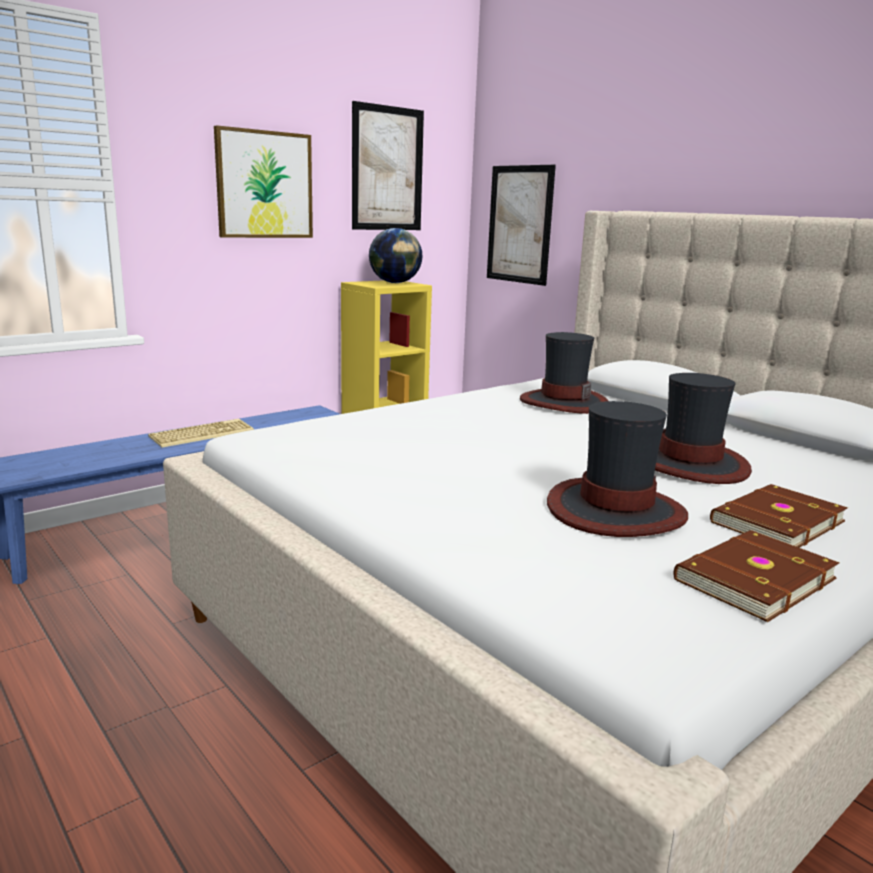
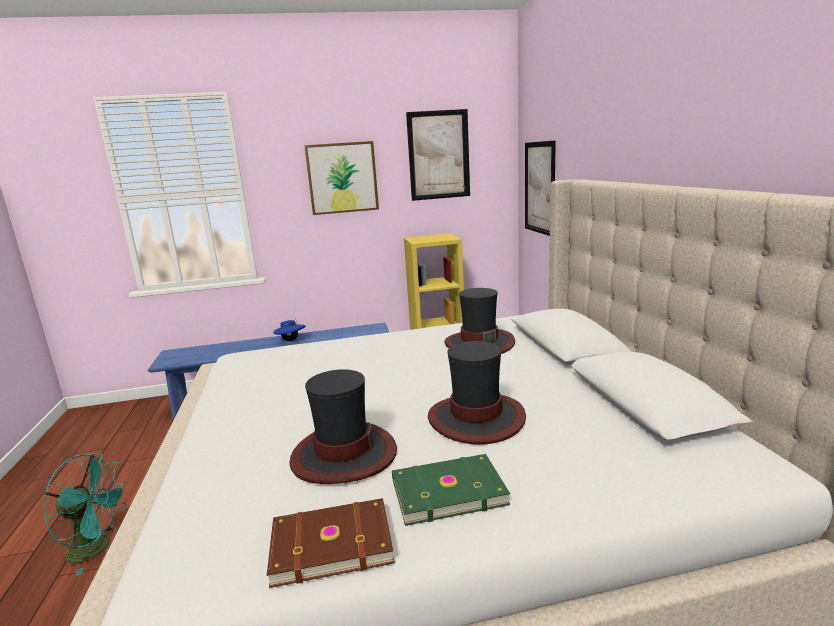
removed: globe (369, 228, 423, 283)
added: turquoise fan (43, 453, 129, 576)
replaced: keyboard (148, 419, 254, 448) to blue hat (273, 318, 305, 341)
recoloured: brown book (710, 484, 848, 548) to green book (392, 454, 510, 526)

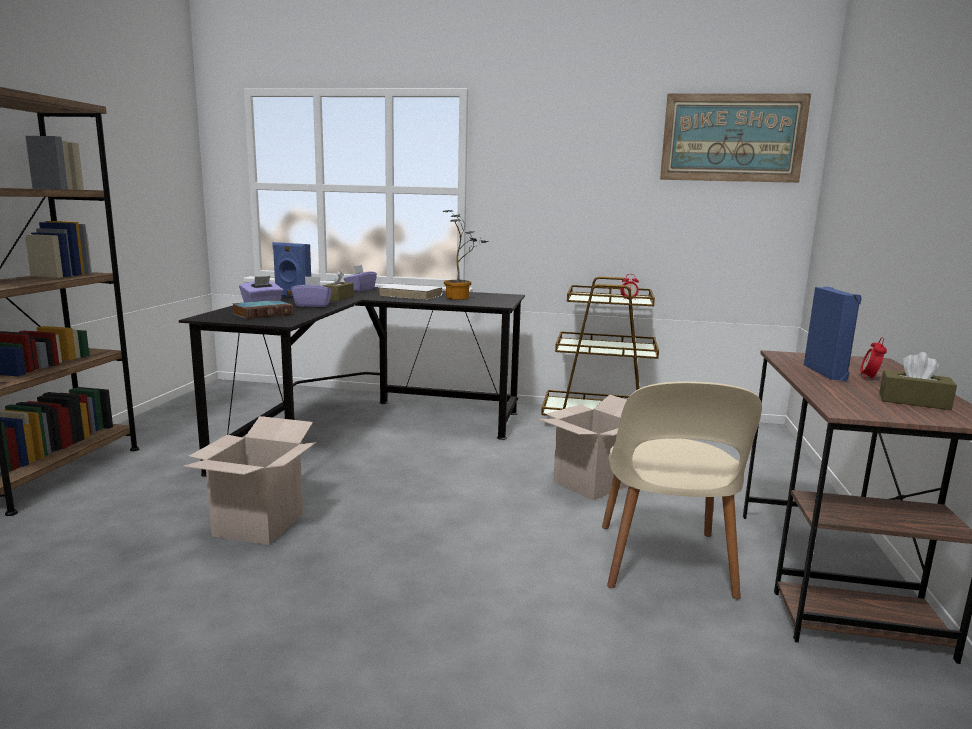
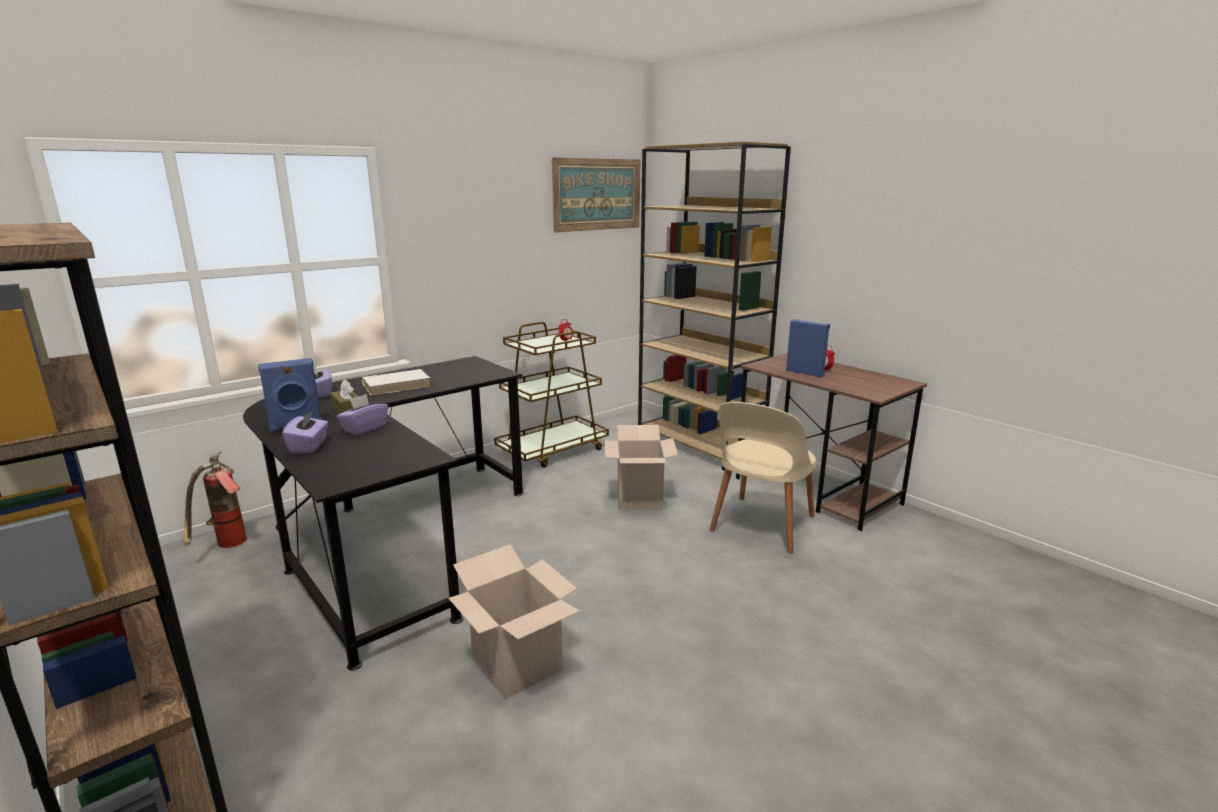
removed: book (233, 300, 293, 319); potted plant (443, 210, 489, 300); brown tissue box (879, 352, 957, 410)
added: fire extinguisher (183, 452, 247, 548); brown bookcase (638, 142, 791, 471)
turned: beige chair (602, 381, 762, 599) = (709, 402, 816, 554) 75 degrees clockwise

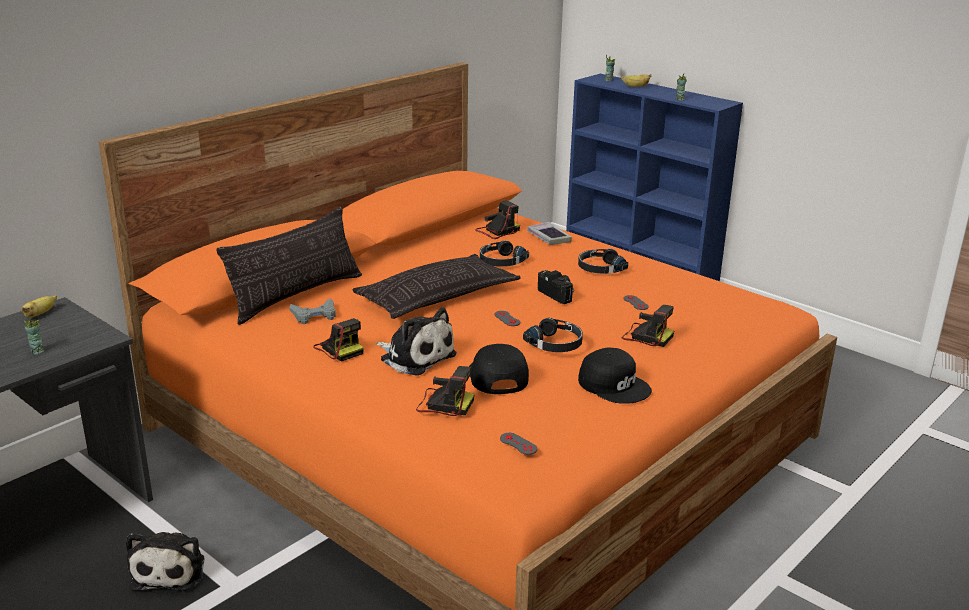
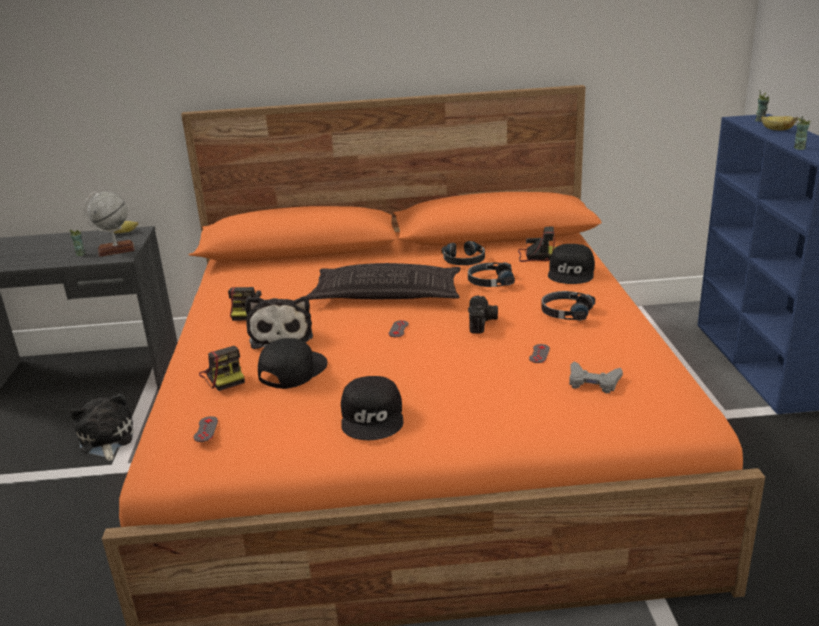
removed: pillow (217, 207, 362, 325); photo camera (622, 305, 674, 347)
added: globe (84, 191, 135, 257)
moved: grey game controller (289, 298, 336, 324) to (569, 361, 623, 393); black headphones (523, 318, 583, 352) to (442, 241, 485, 265)
replaced: book (527, 222, 572, 245) to black cap (548, 244, 595, 284)
turned: plush toy (126, 532, 204, 591) = (70, 394, 134, 461) 120 degrees clockwise

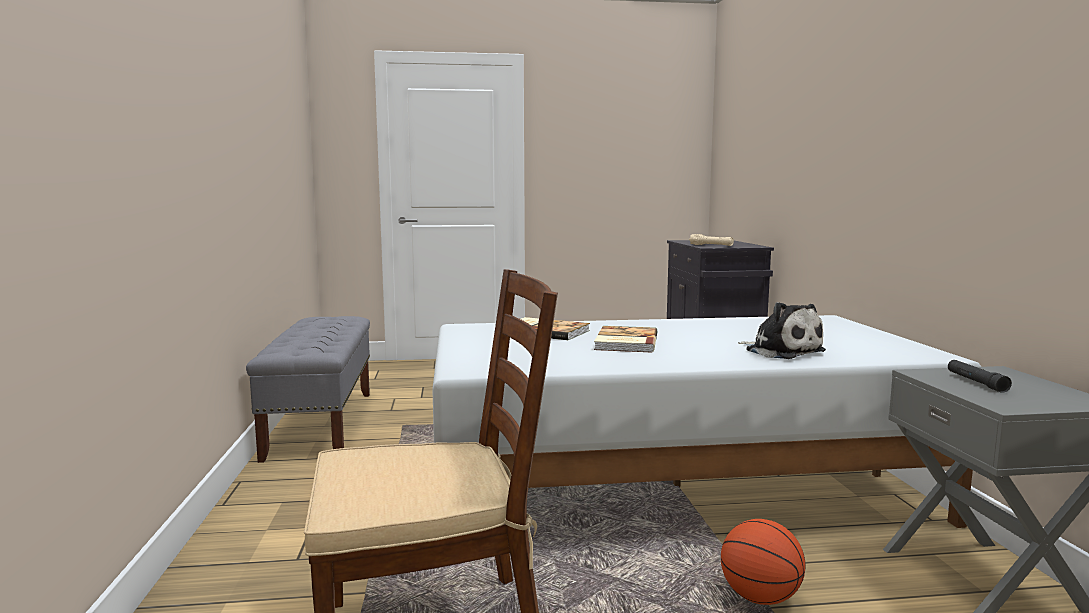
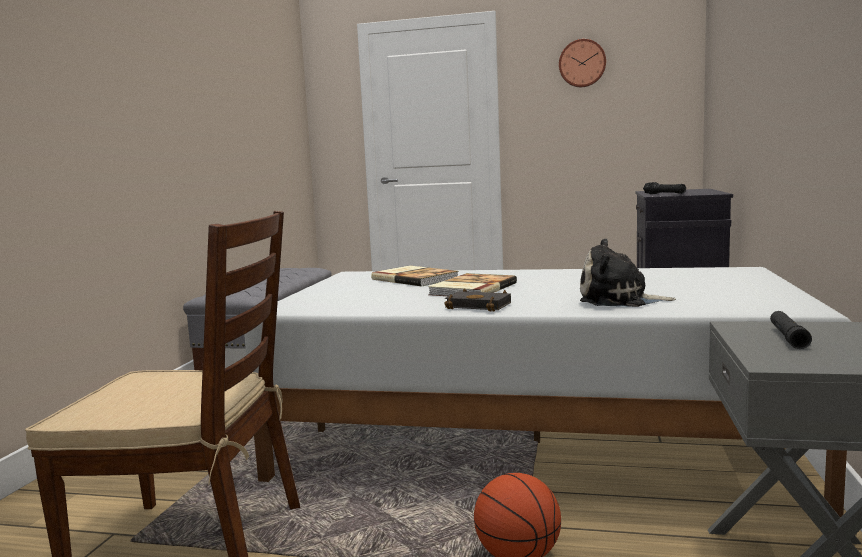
added: black book (445, 288, 511, 312); wall clock (559, 39, 606, 87)
recoloured: beige flashlight (689, 234, 734, 246) to black flashlight (643, 182, 686, 194)
turned: plush toy (738, 302, 826, 359) = (580, 238, 676, 307) 120 degrees clockwise

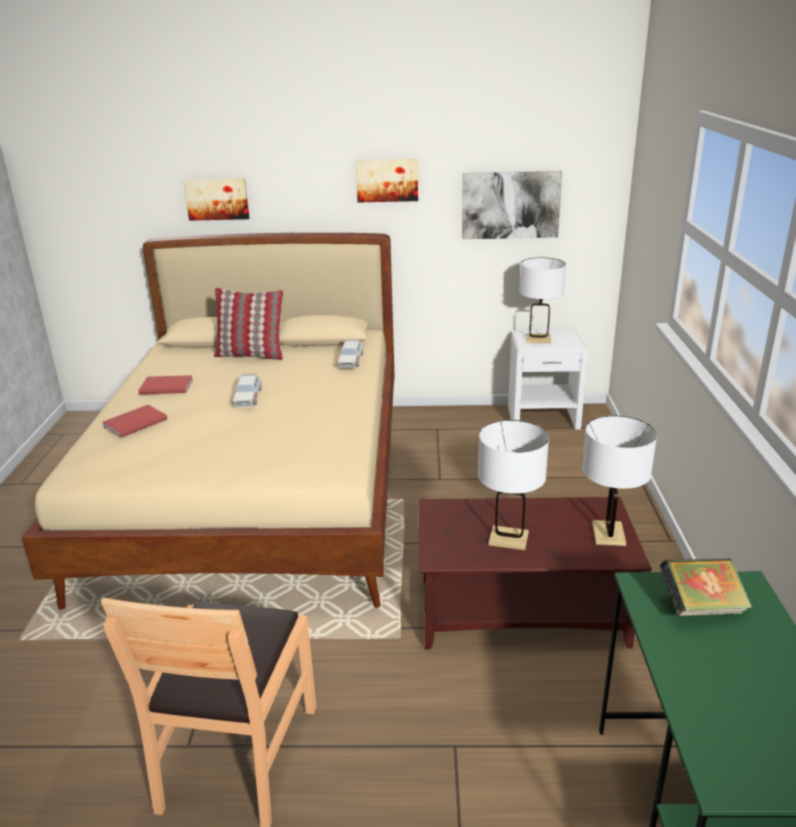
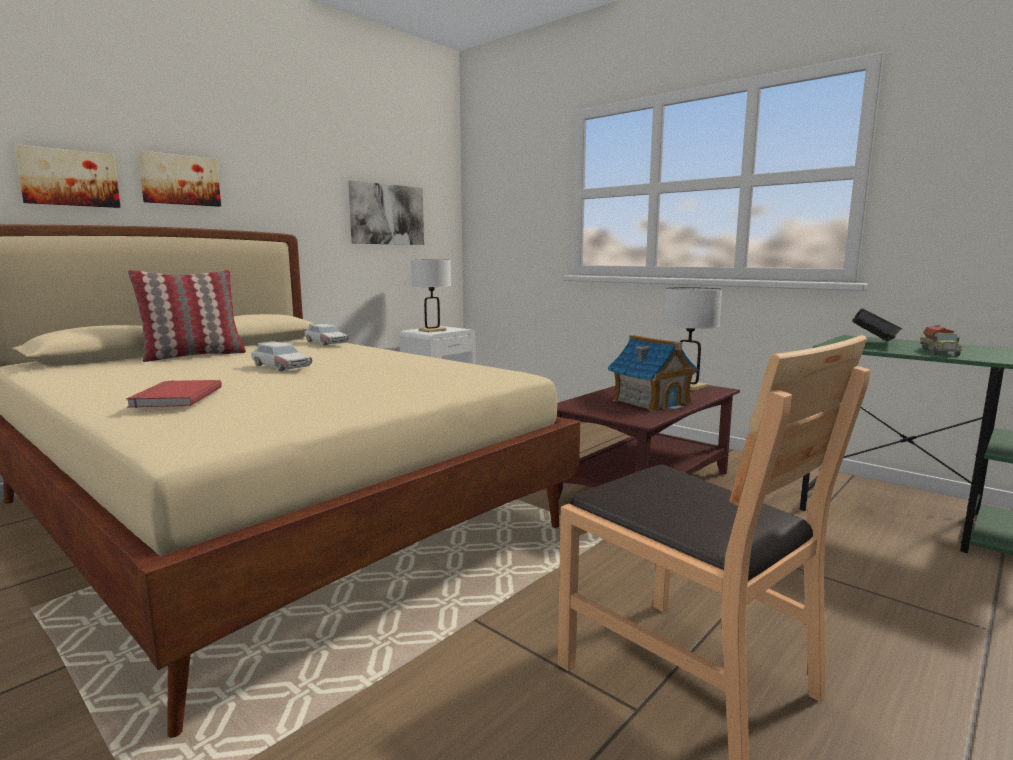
removed: red book (139, 375, 193, 394)
added: toy truck (920, 325, 962, 356)
moved: picture (356, 159, 418, 202) to (138, 150, 221, 207)
replaced: white table lamp (478, 420, 549, 550) to toy house (608, 335, 699, 412)

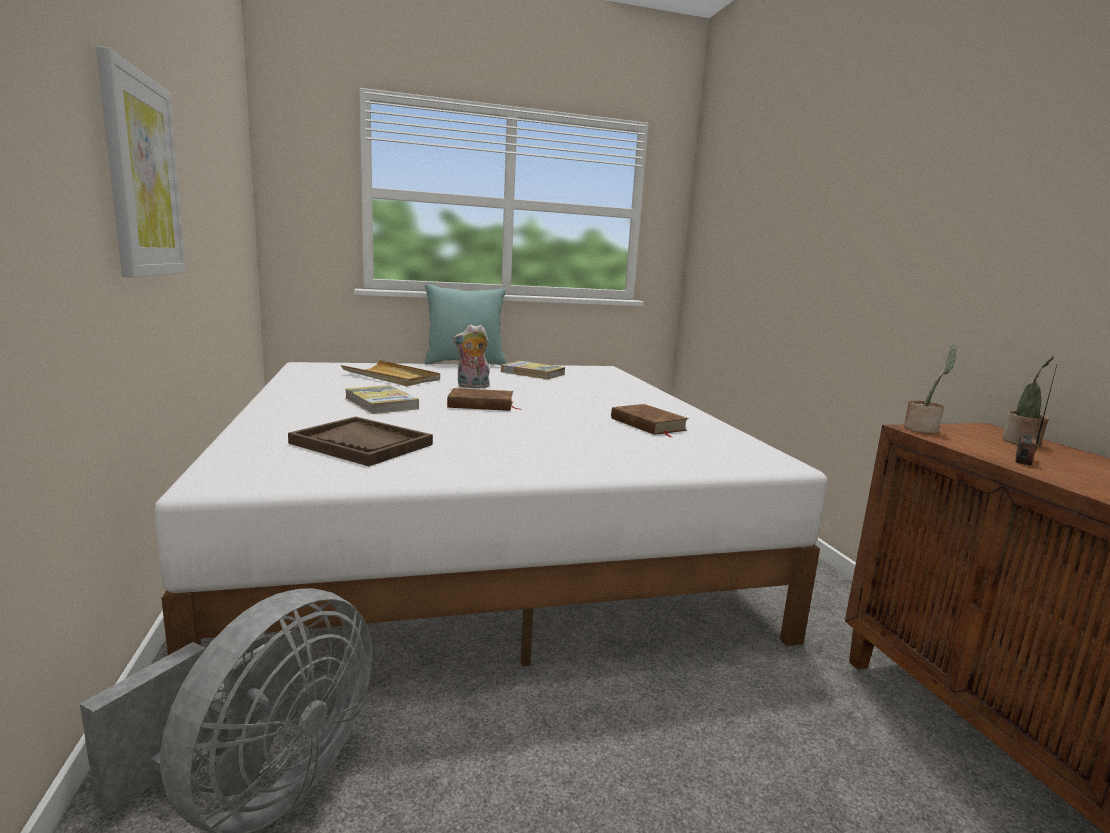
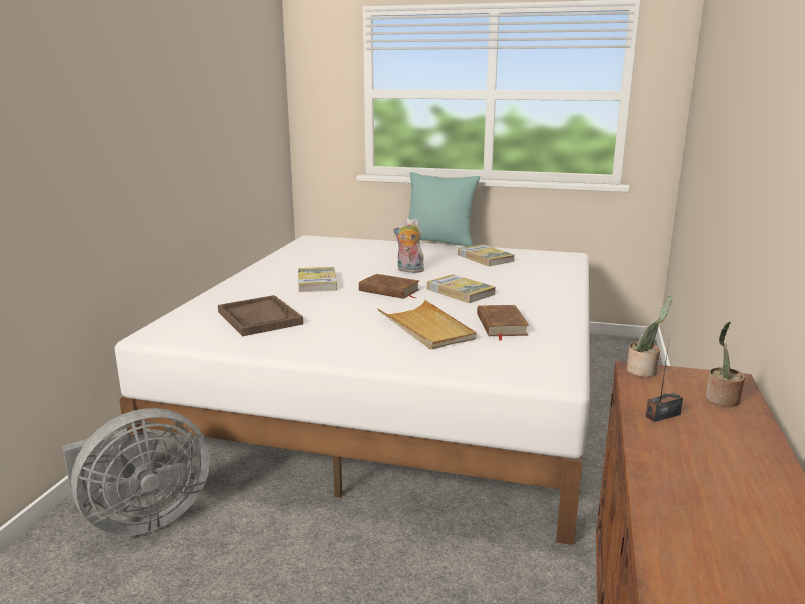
removed: picture (96, 46, 186, 277)
added: book (427, 274, 496, 303)
moved: beige tray (341, 360, 440, 386) to (377, 300, 477, 350)

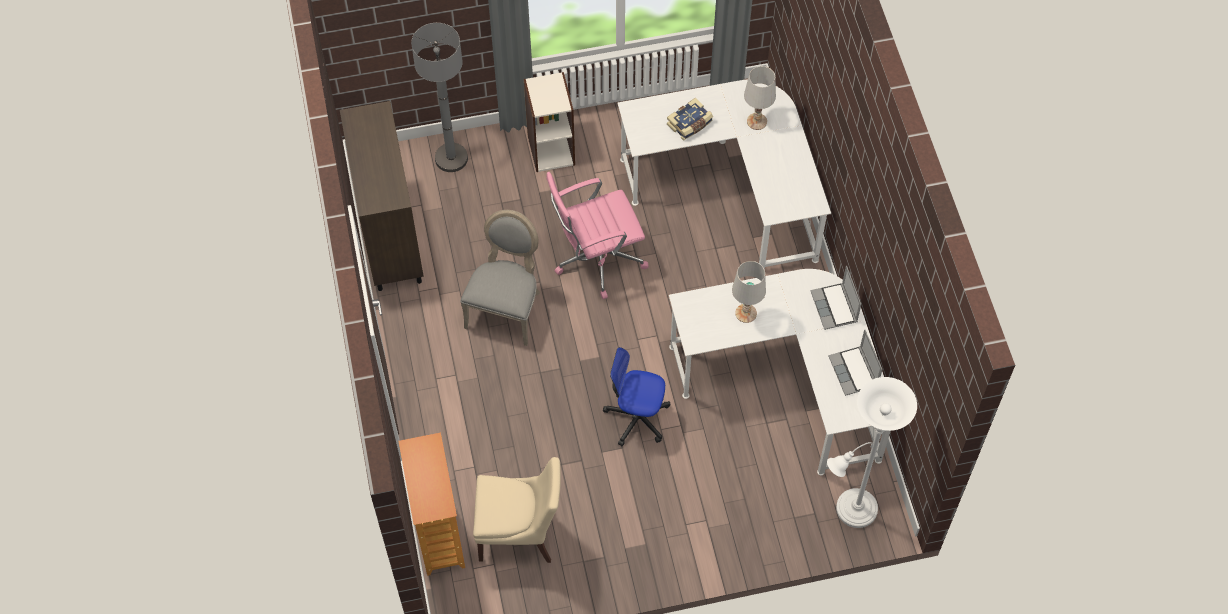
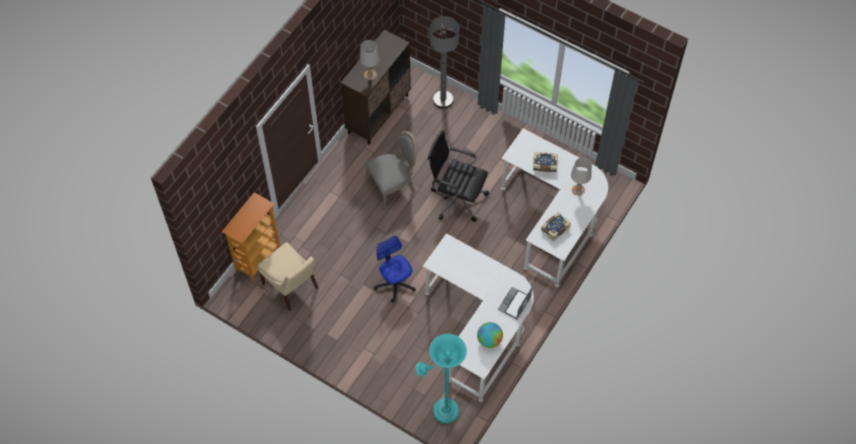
removed: bookcase (524, 72, 575, 172)
added: book (541, 212, 571, 241)
moved: white table lamp (732, 261, 766, 323) to (359, 40, 379, 80)
replaced: laptop (828, 330, 883, 396) to globe (477, 322, 503, 348)
recoloured: pink office chair (546, 172, 649, 299) to black office chair (428, 130, 489, 222); white floor lamp (827, 377, 917, 528) to turquoise floor lamp (416, 334, 467, 424)

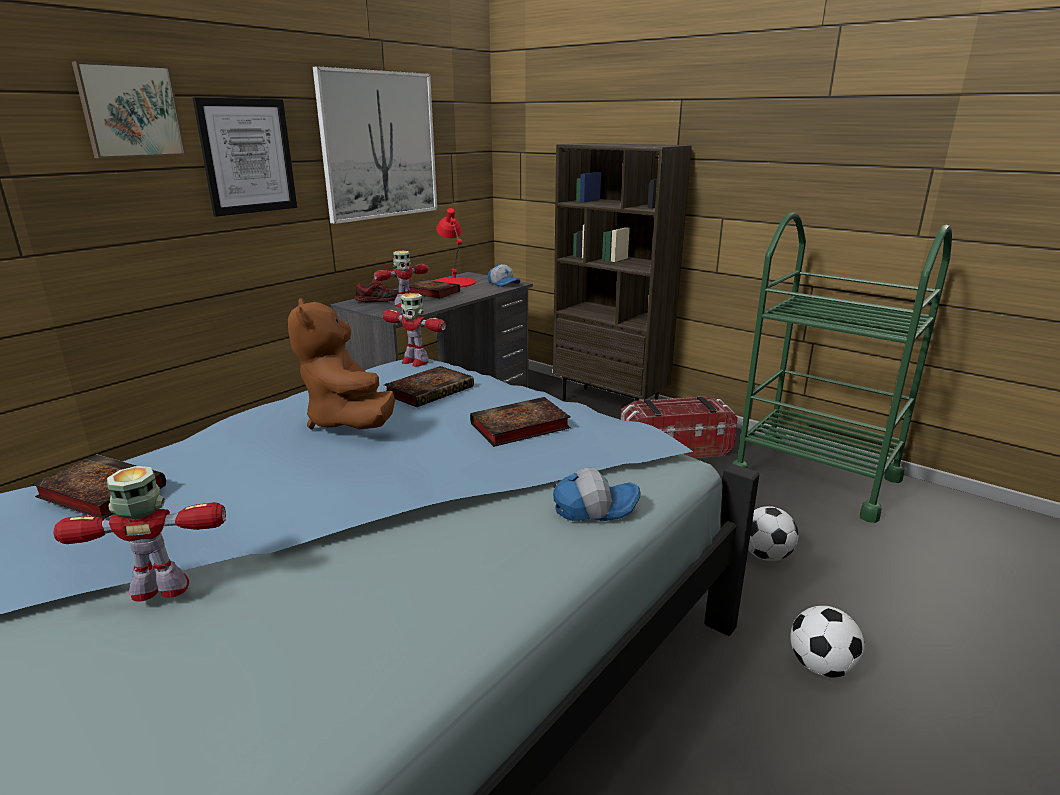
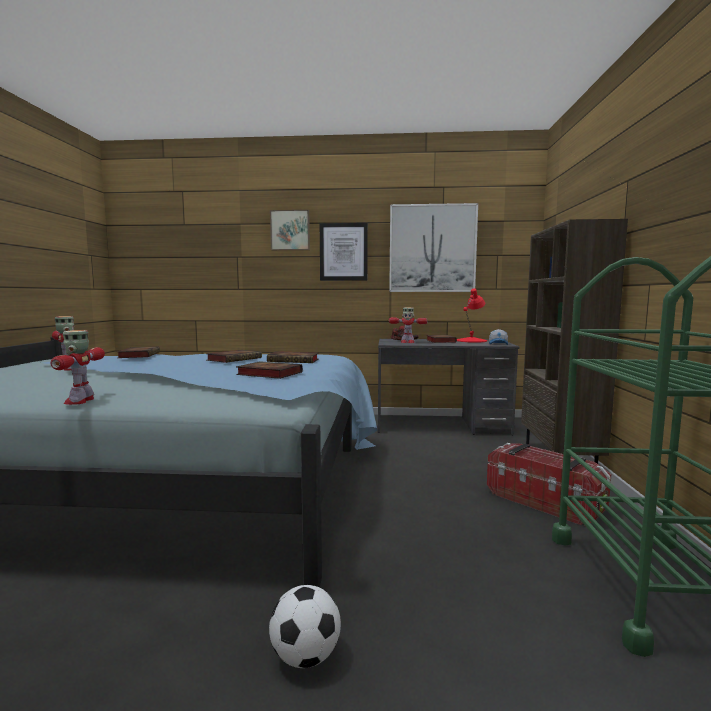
removed: cap (553, 467, 640, 521); football (748, 506, 799, 561)
moved: toy robot (383, 293, 446, 367) to (51, 330, 105, 405)
replaced: brown plush toy (288, 298, 395, 430) to book (206, 350, 262, 363)

